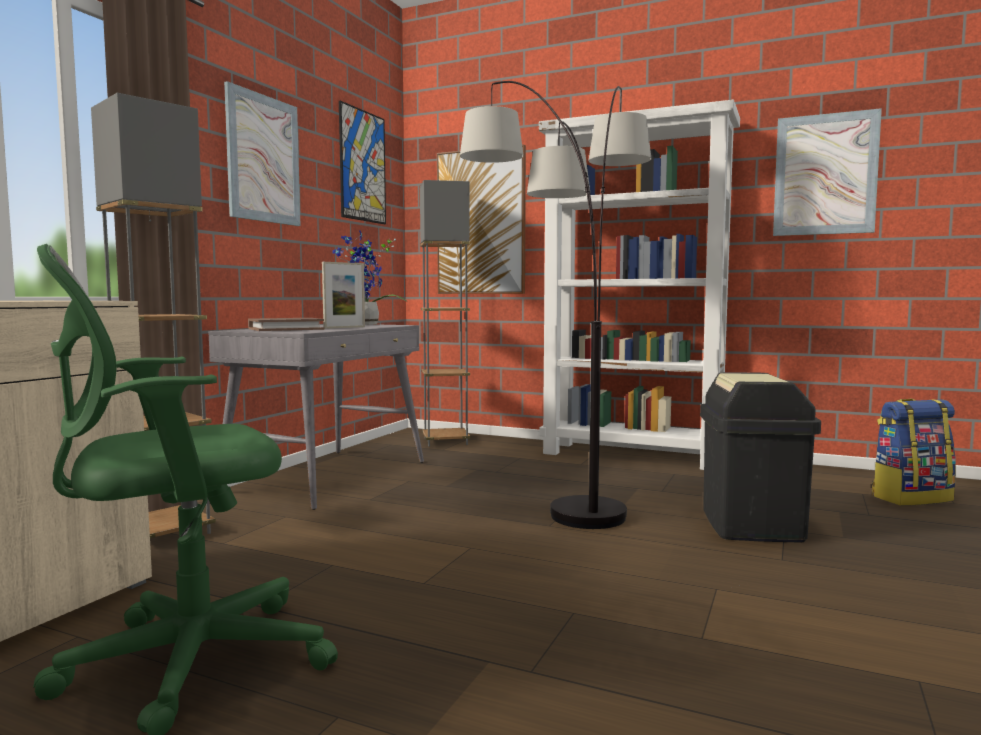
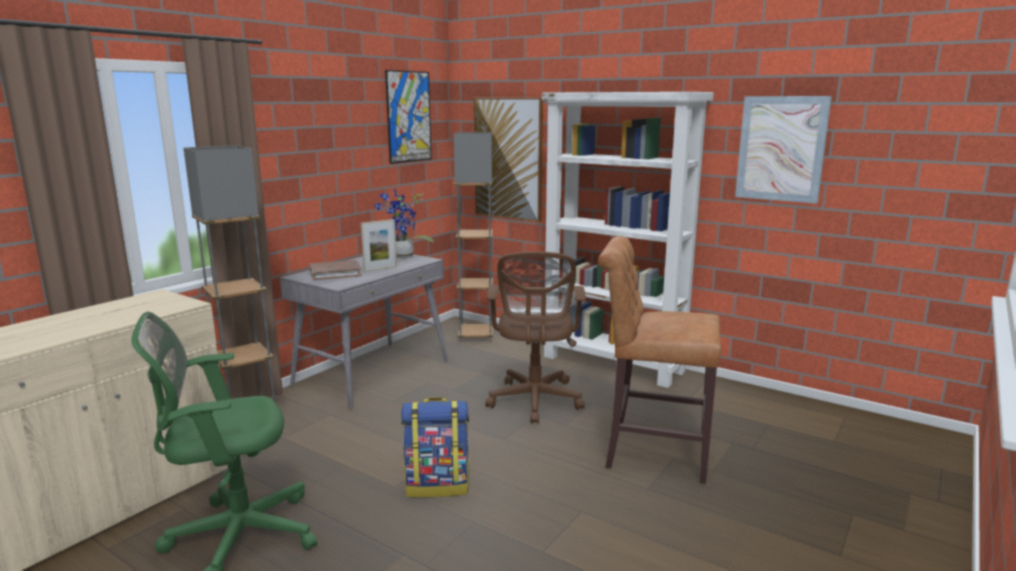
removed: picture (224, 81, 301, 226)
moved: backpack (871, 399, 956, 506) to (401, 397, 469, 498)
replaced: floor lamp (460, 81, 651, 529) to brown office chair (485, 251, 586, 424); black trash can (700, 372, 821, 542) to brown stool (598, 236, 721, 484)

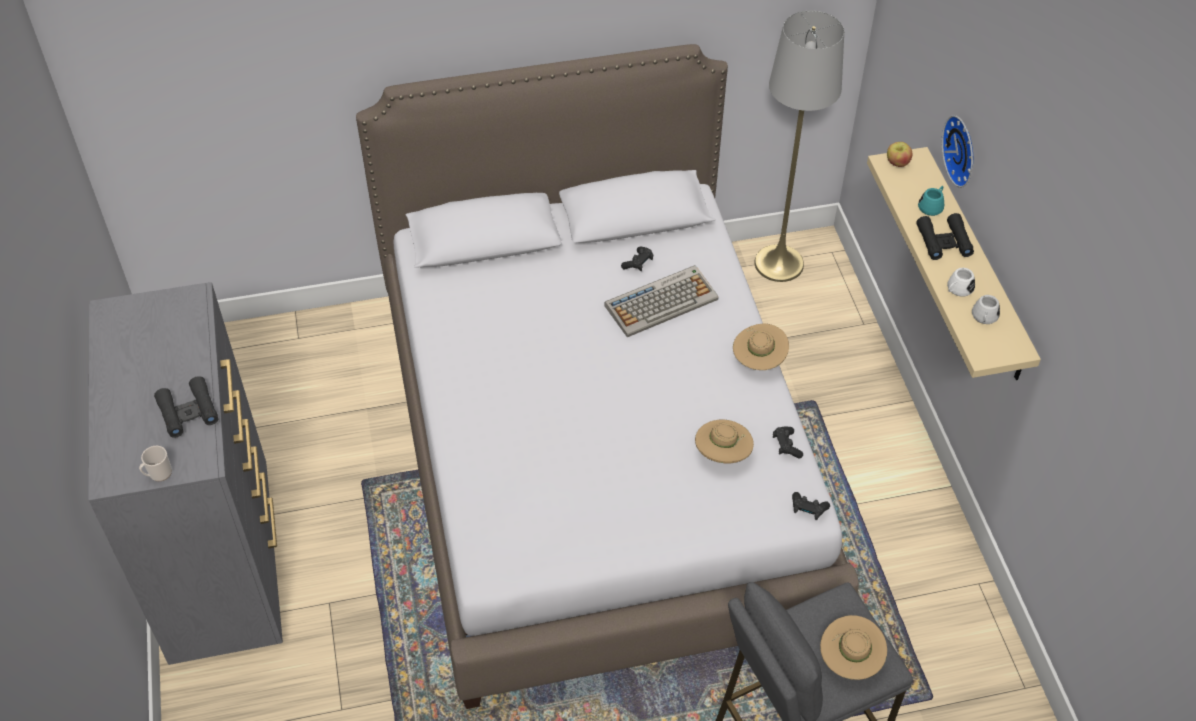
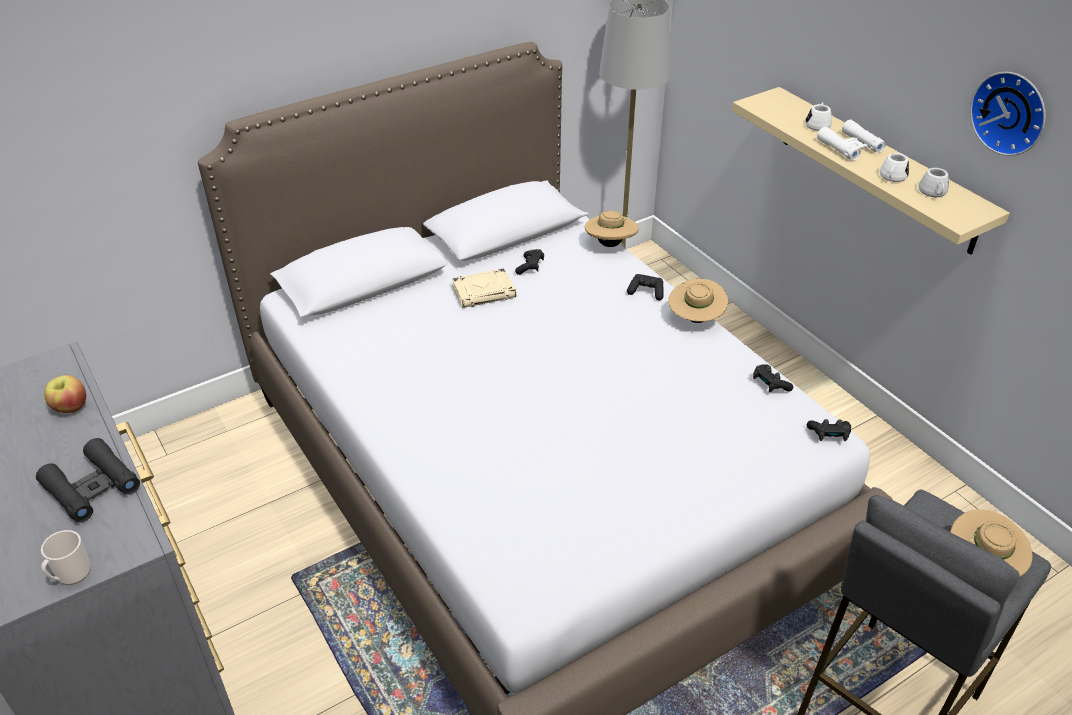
removed: keyboard (604, 265, 719, 337)
added: beige book (452, 268, 516, 308); black game controller (627, 274, 664, 301)
moved: beige hat (695, 420, 754, 463) to (585, 211, 639, 247); apple (887, 142, 912, 167) to (44, 375, 86, 413); wall clock (942, 115, 973, 188) to (970, 72, 1046, 156)
recoloured: black binoculars (916, 213, 974, 260) to white binoculars (817, 120, 886, 161); turquoise mug (918, 186, 944, 216) to white mug (805, 102, 832, 131)

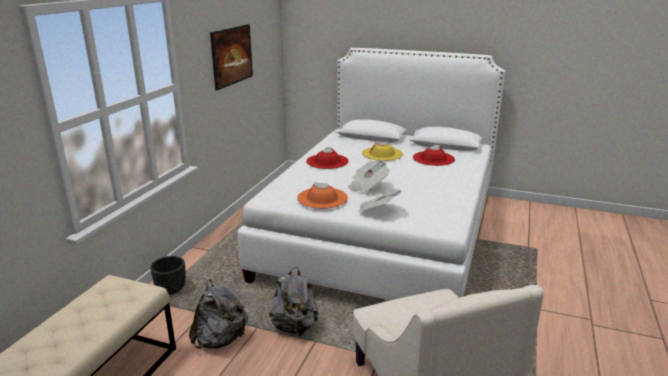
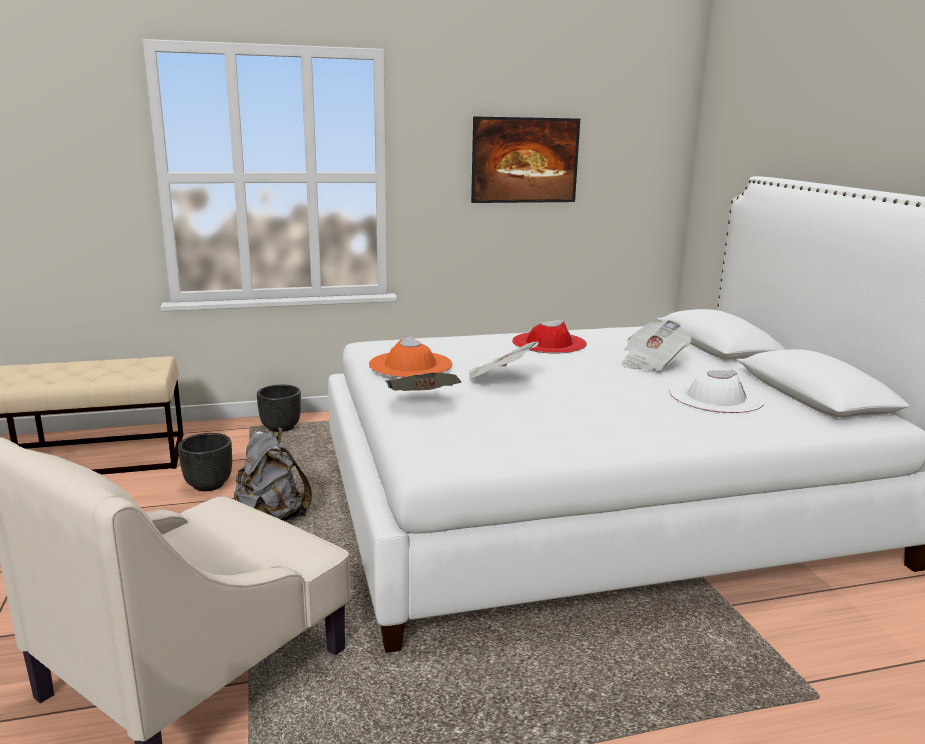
replaced: grey backpack (189, 280, 248, 349) to black planter (178, 433, 232, 491); yellow hat (362, 141, 403, 161) to newspaper (622, 320, 691, 370)
recoloured: red hat (413, 144, 455, 166) to white hat (669, 370, 764, 413)

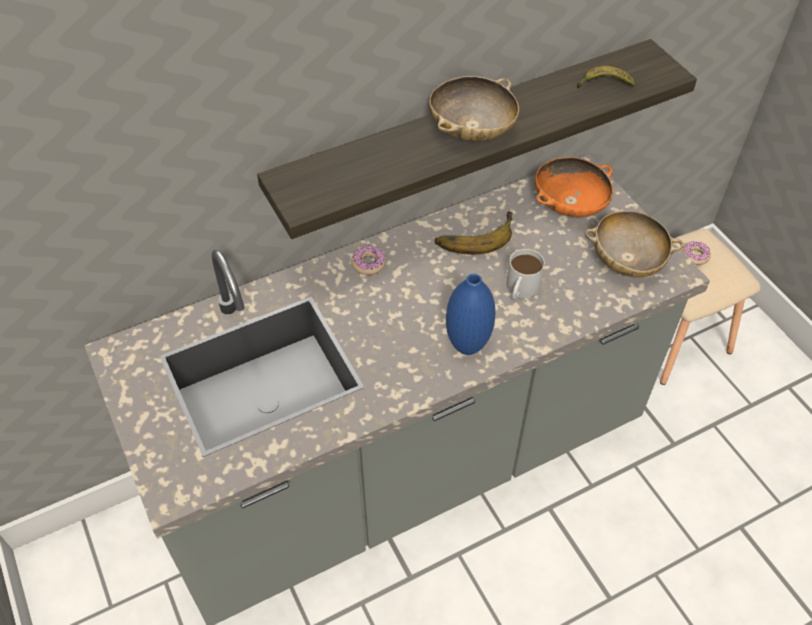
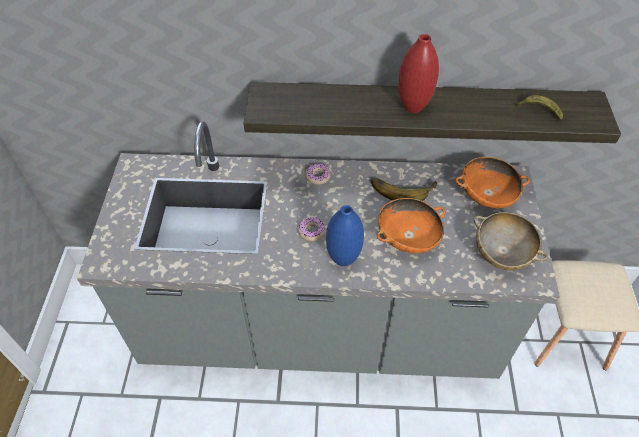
moved: donut (682, 241, 711, 265) to (298, 217, 326, 242)
replaced: beige bowl (429, 76, 519, 141) to red vase (398, 34, 439, 113); white mug (506, 249, 545, 301) to orange bowl (377, 198, 445, 253)

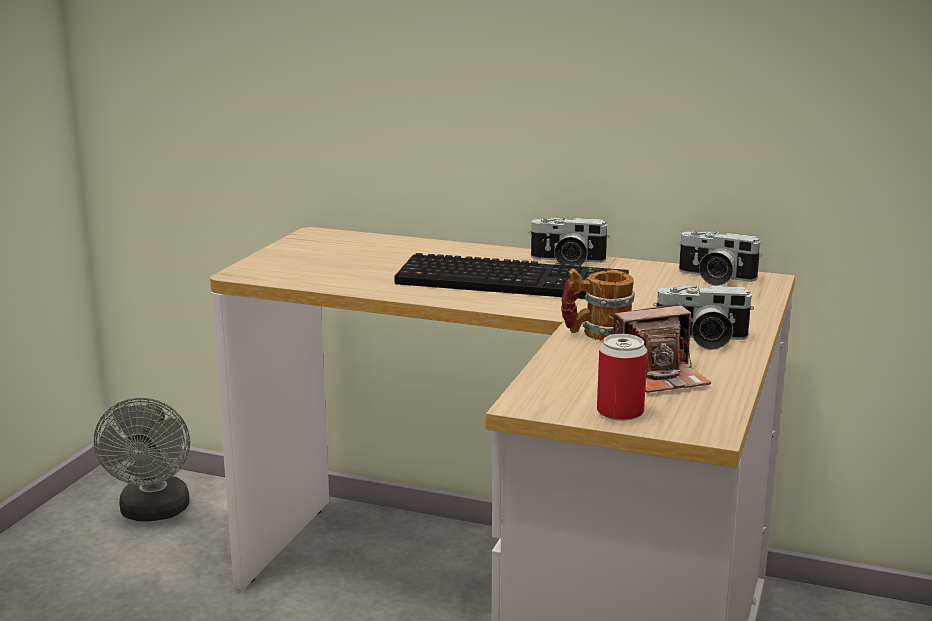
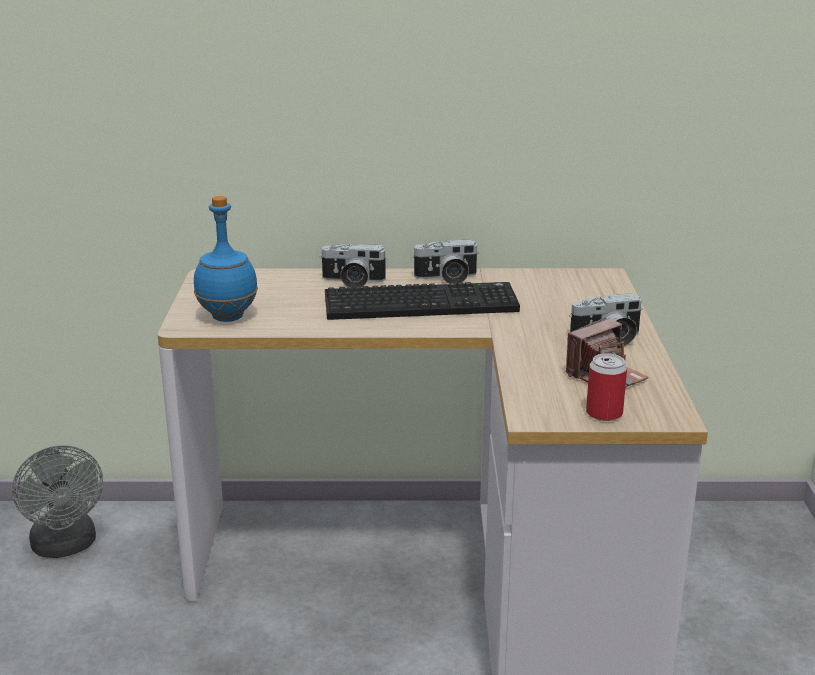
removed: mug (561, 268, 635, 341)
added: blue bottle (194, 196, 258, 322)
moved: photo camera (678, 231, 762, 286) to (319, 244, 388, 288)

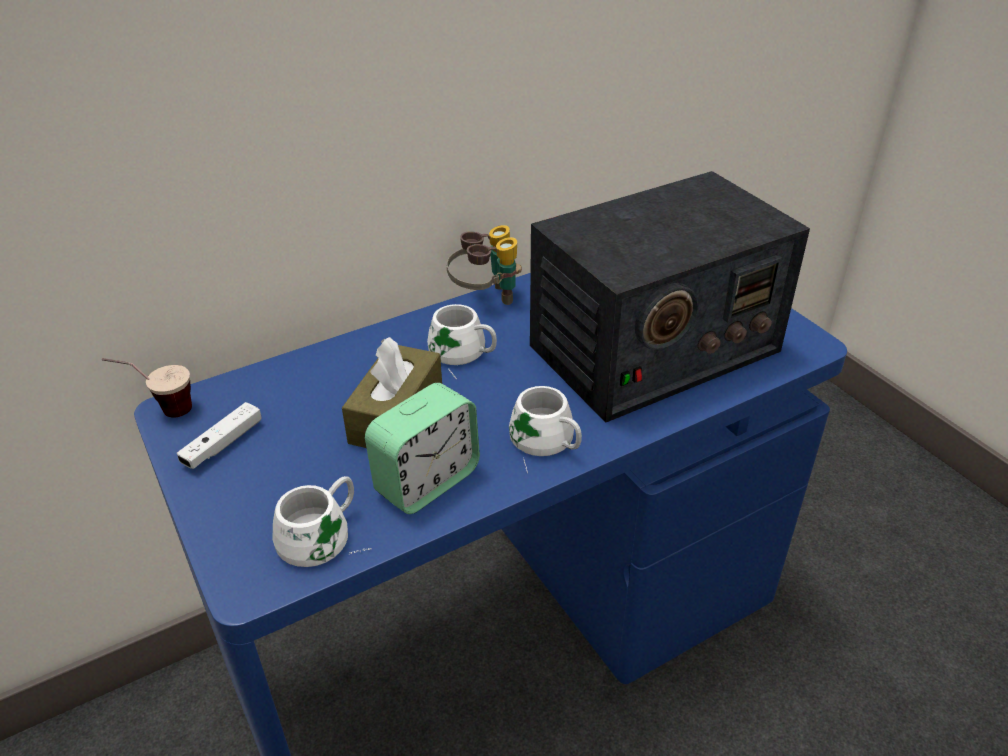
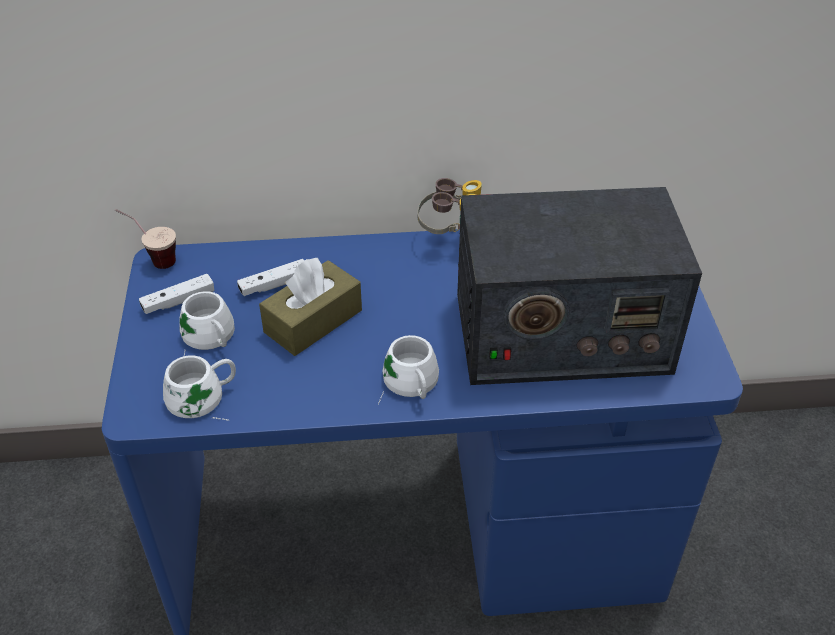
removed: alarm clock (365, 383, 480, 514)
added: white game controller (237, 259, 305, 296)
moved: white mug (427, 304, 497, 380) to (179, 291, 235, 356)

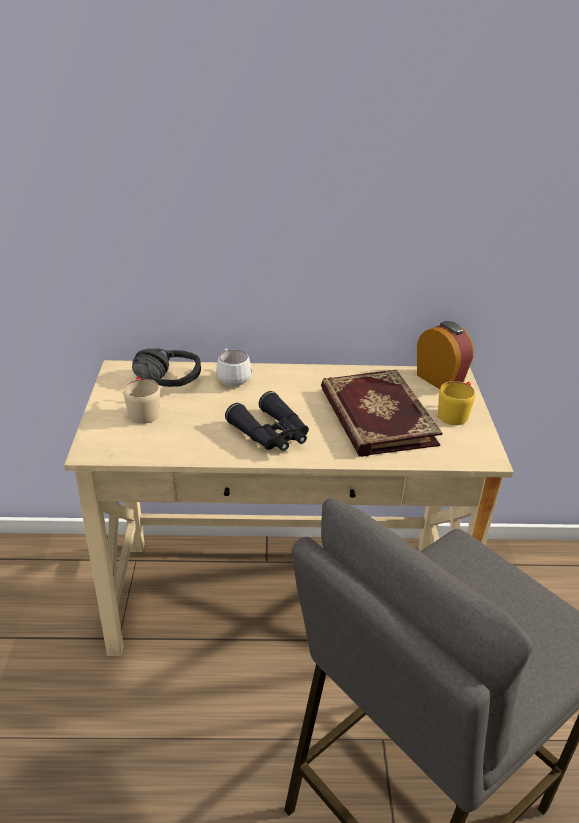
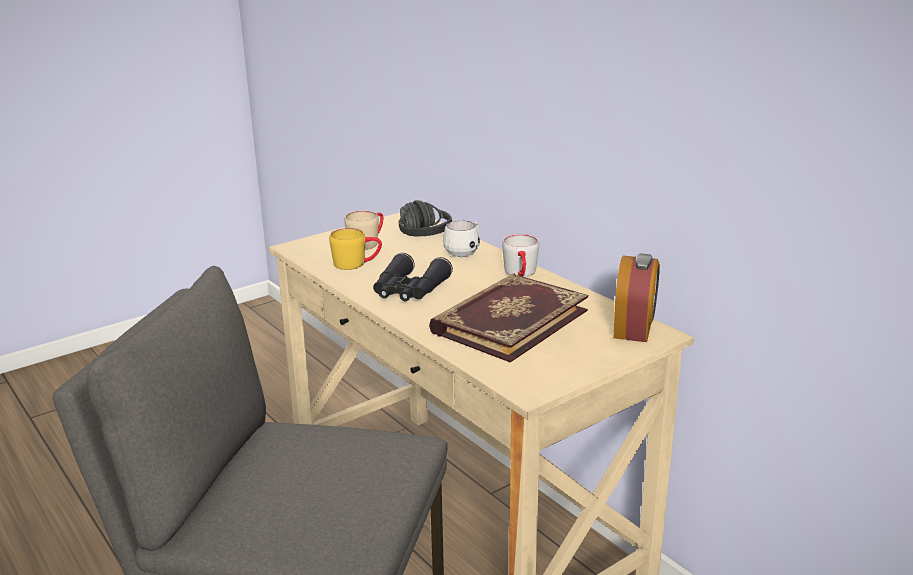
added: grey mug (502, 234, 539, 277)
moved: yellow mug (438, 381, 475, 425) to (329, 228, 382, 270)

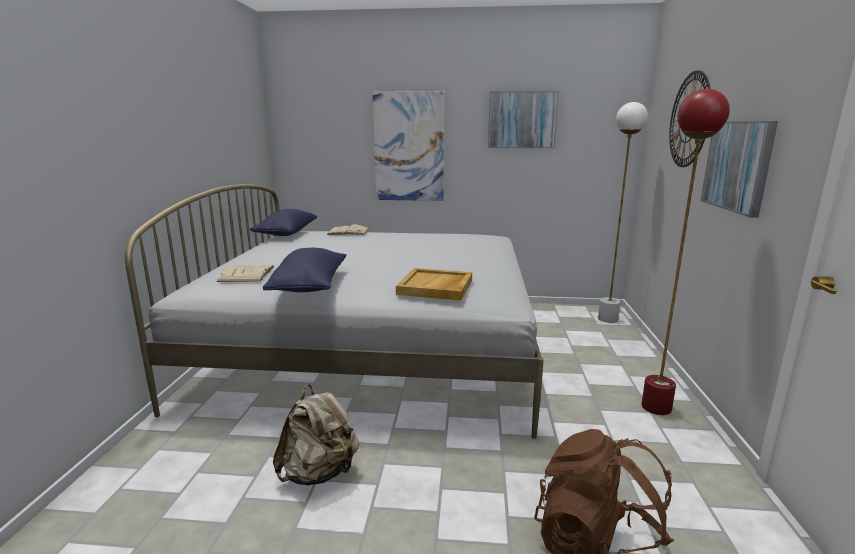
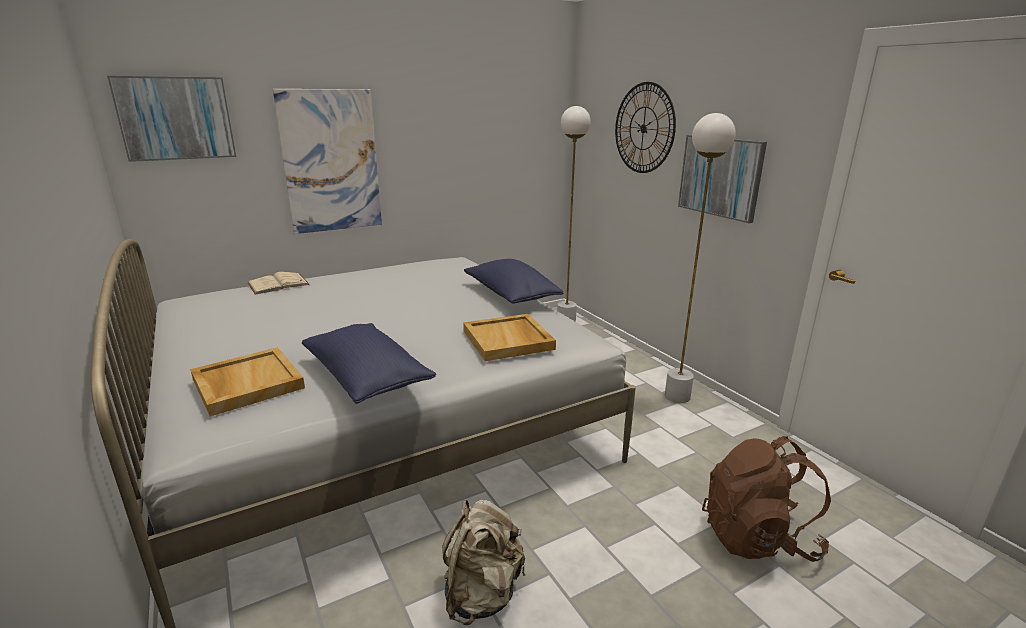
moved: blue pillow (250, 209, 317, 236) to (464, 259, 563, 303); picture (488, 91, 559, 148) to (107, 76, 236, 162)
replaced: beige book (217, 265, 275, 282) to beige tray (190, 347, 305, 417)
recoloured: red floor lamp (641, 89, 730, 415) to white floor lamp (665, 113, 736, 403)

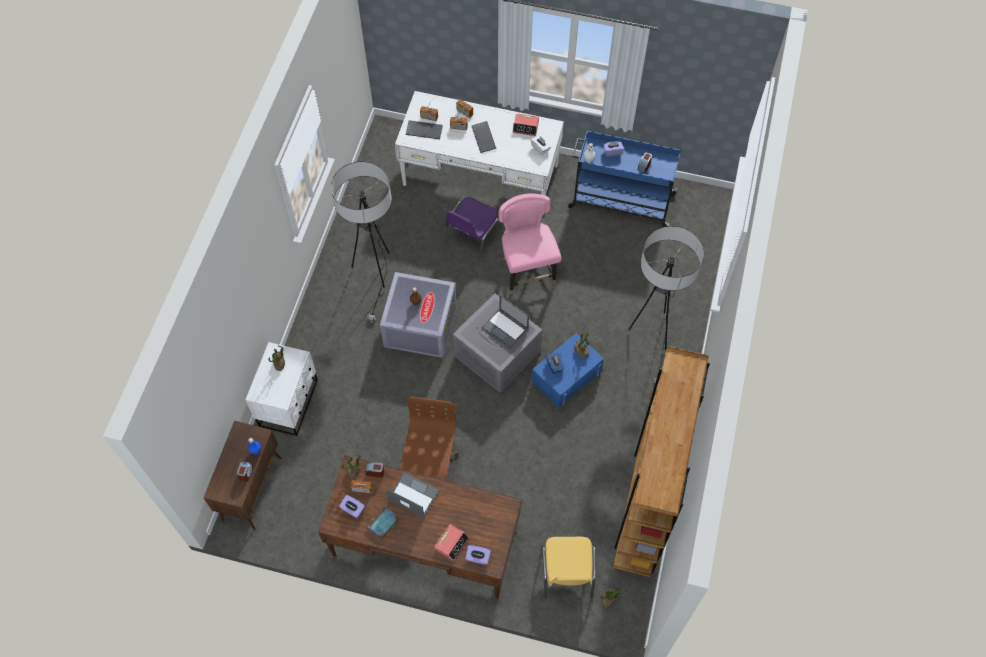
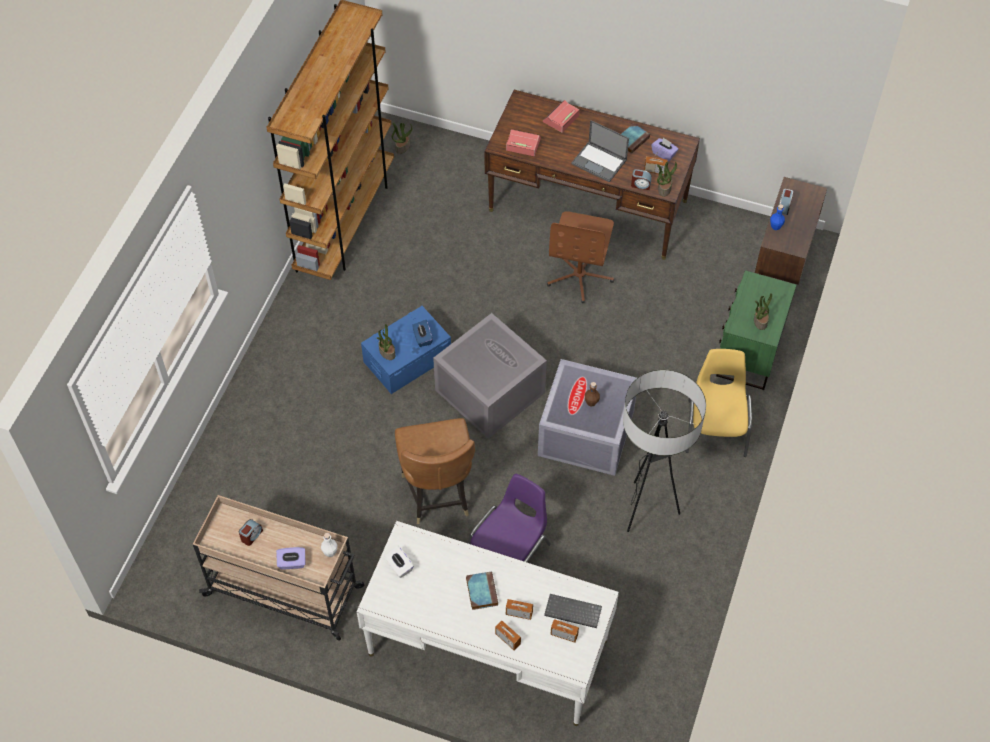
removed: purple tissue box (465, 545, 491, 565); laptop (482, 295, 529, 348); floor lamp (628, 226, 704, 383)
moved: alarm clock (513, 114, 539, 136) to (506, 129, 541, 156); yellow chair (541, 537, 596, 599) to (685, 349, 752, 457)
replaced: keyboard (472, 121, 496, 153) to book (466, 571, 498, 610)
recoloured: white nightstand (246, 342, 318, 436) to green nightstand (716, 270, 796, 390); pink chair (499, 193, 561, 294) to brown chair (395, 418, 475, 524); blue cart (568, 131, 681, 227) to beige cart (193, 495, 364, 641)

